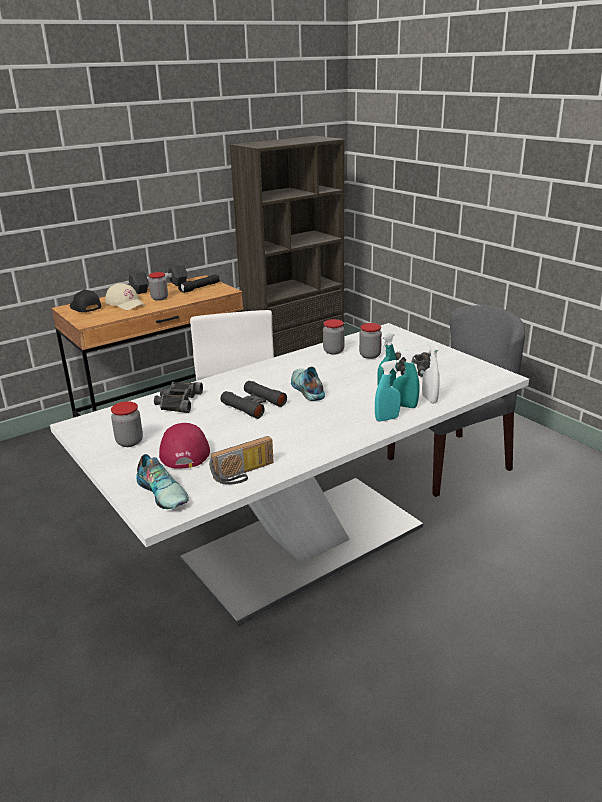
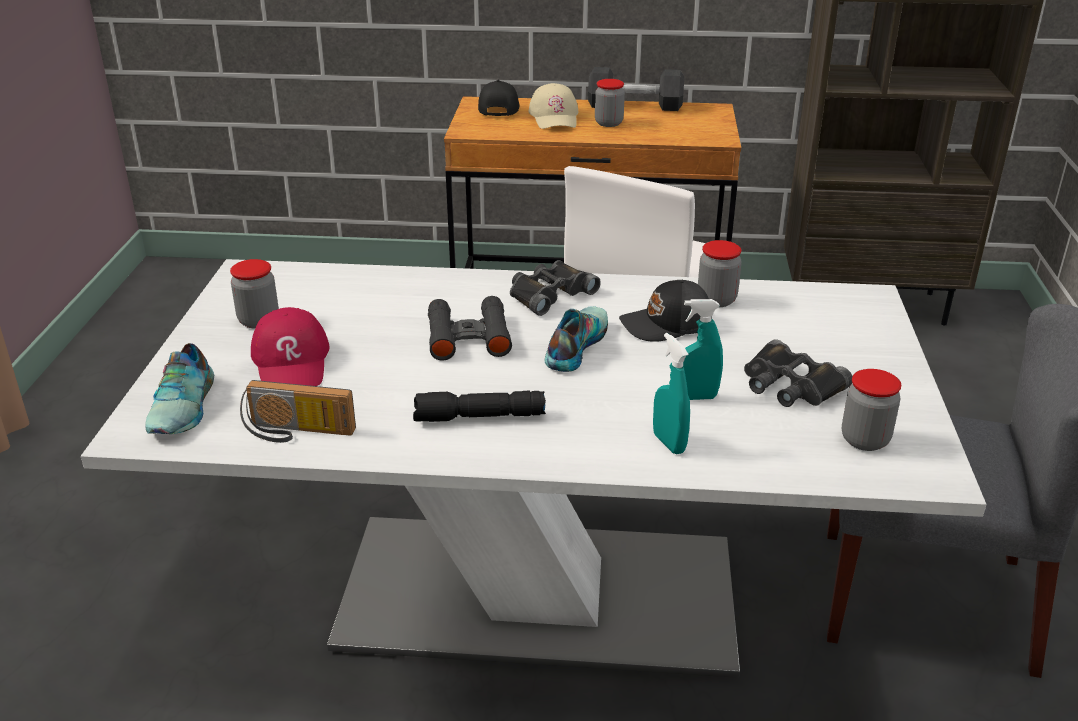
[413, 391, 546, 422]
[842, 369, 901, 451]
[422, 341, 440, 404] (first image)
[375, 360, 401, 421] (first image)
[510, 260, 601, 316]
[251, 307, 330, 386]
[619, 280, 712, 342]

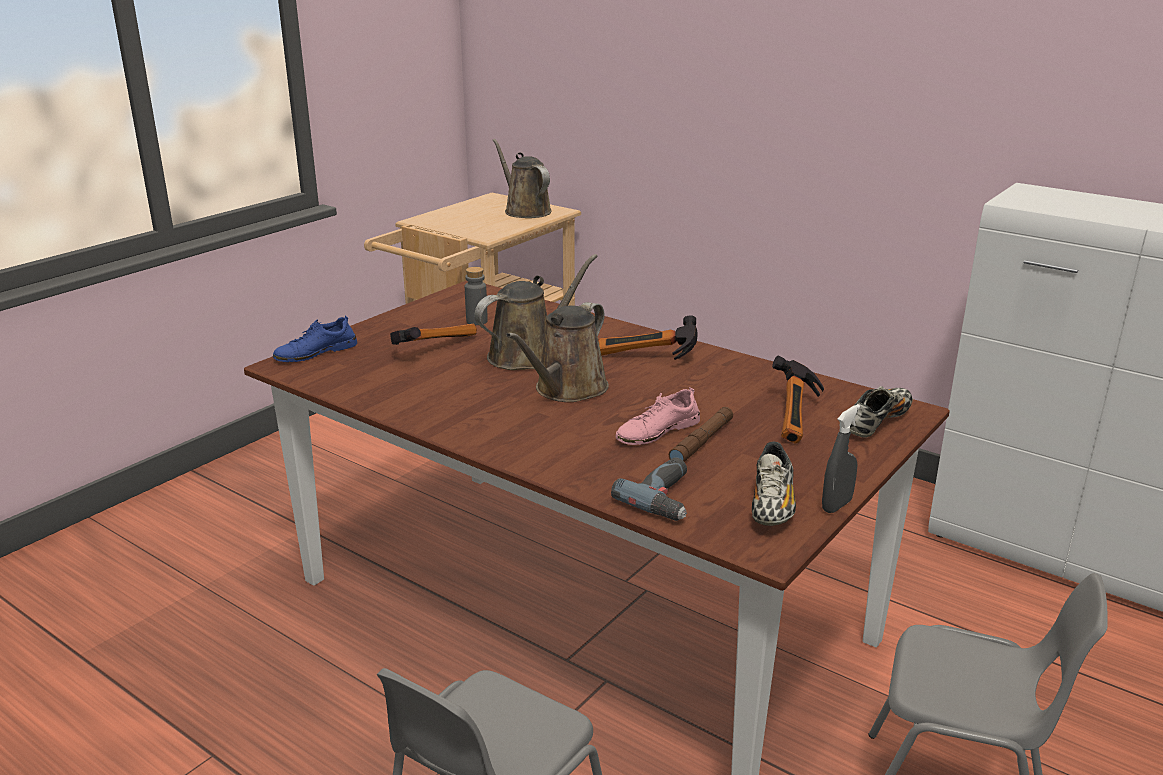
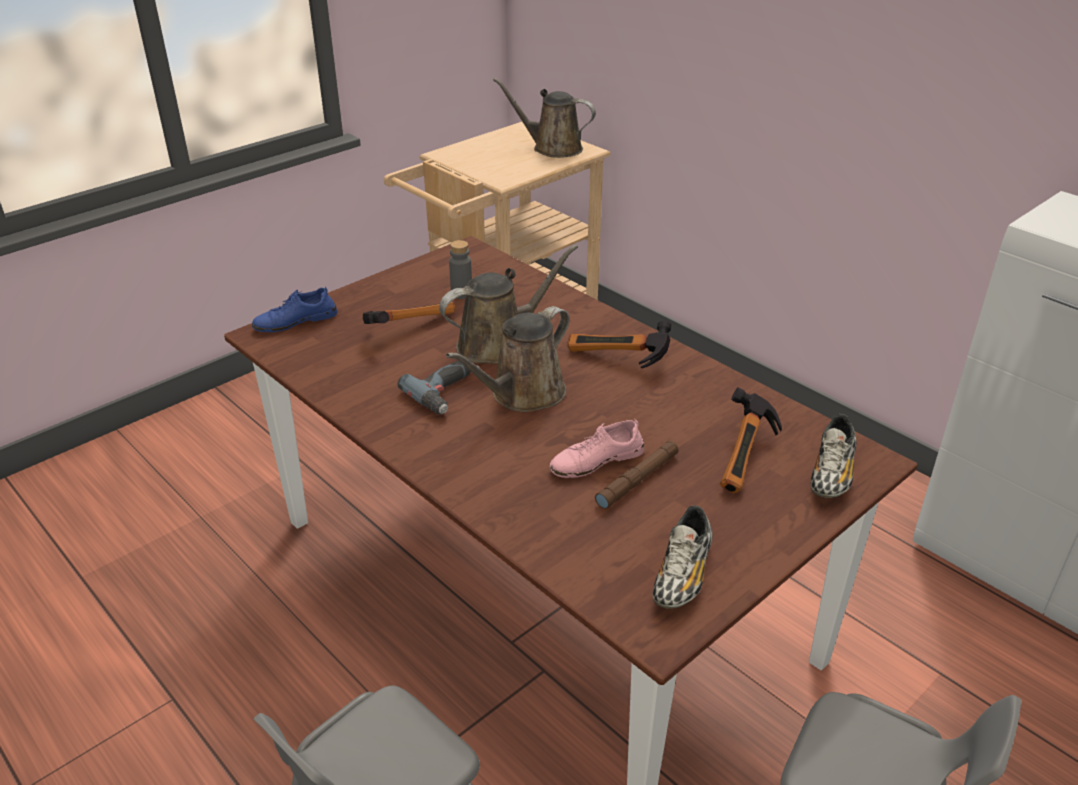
[493, 78, 596, 158]
[811, 414, 857, 498]
[822, 404, 860, 513] (first image)
[397, 361, 471, 415]

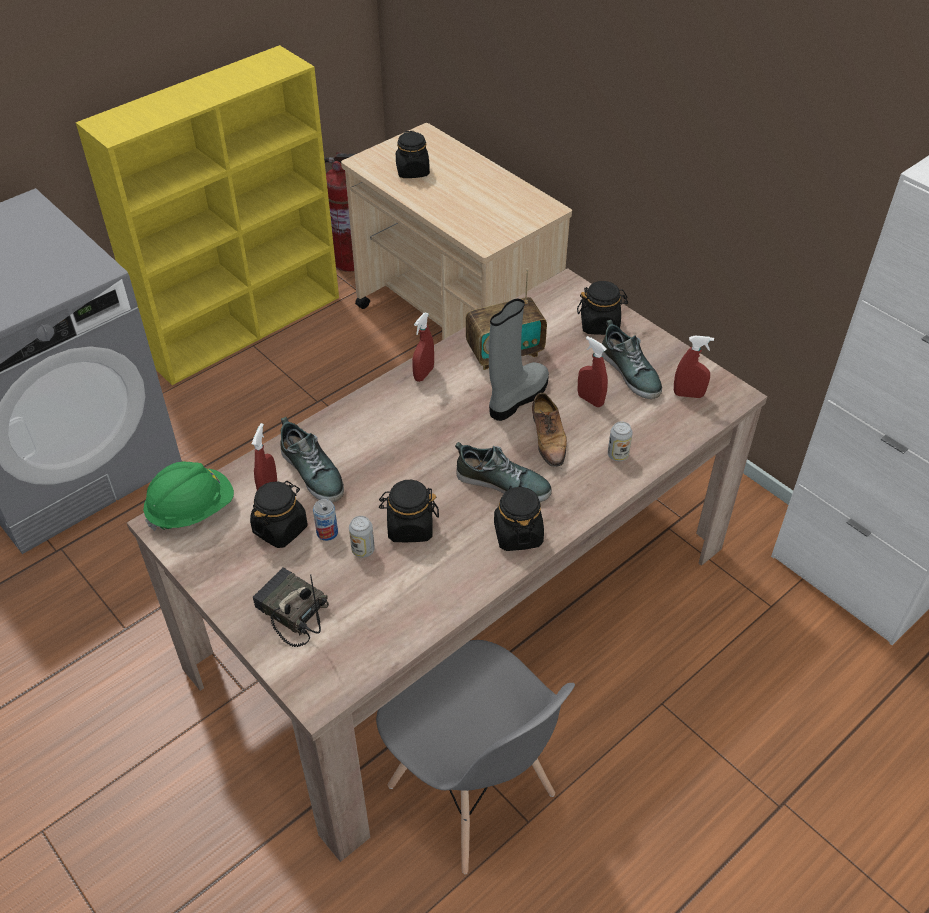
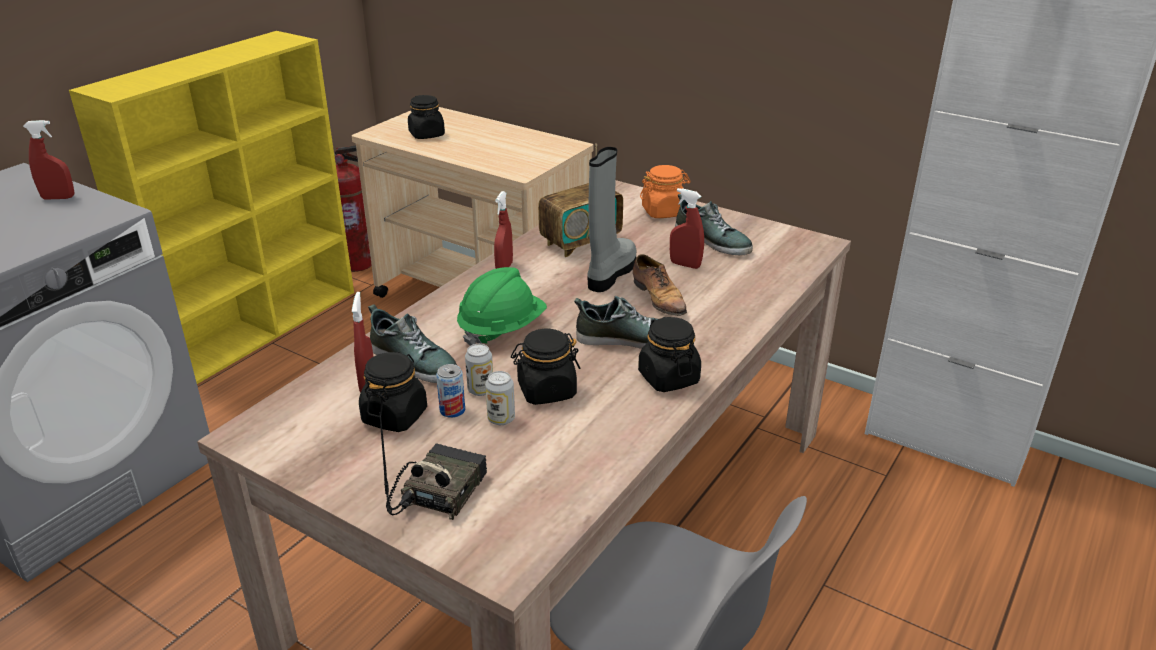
[640, 165, 691, 218]
[23, 120, 75, 200]
[465, 344, 493, 396]
[457, 267, 547, 346]
[379, 412, 487, 520]

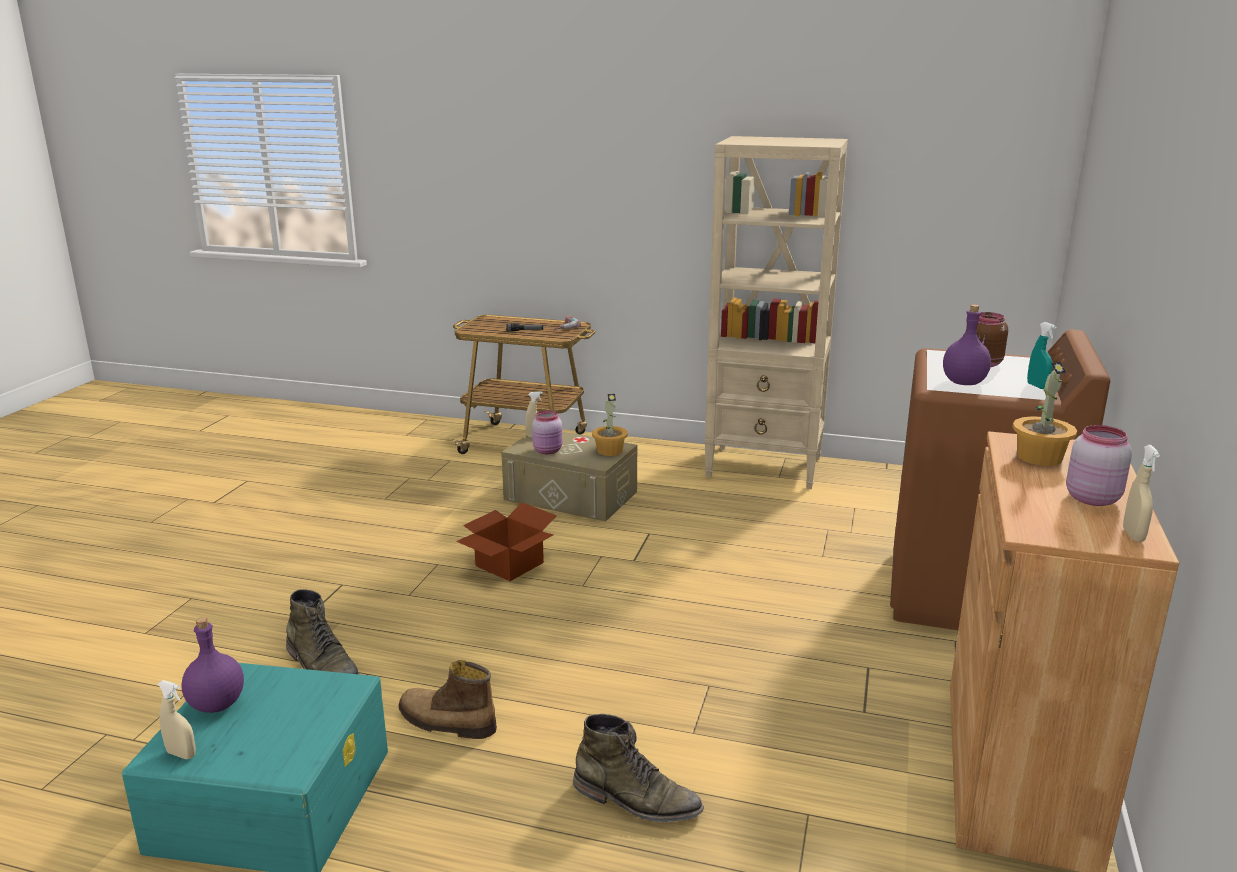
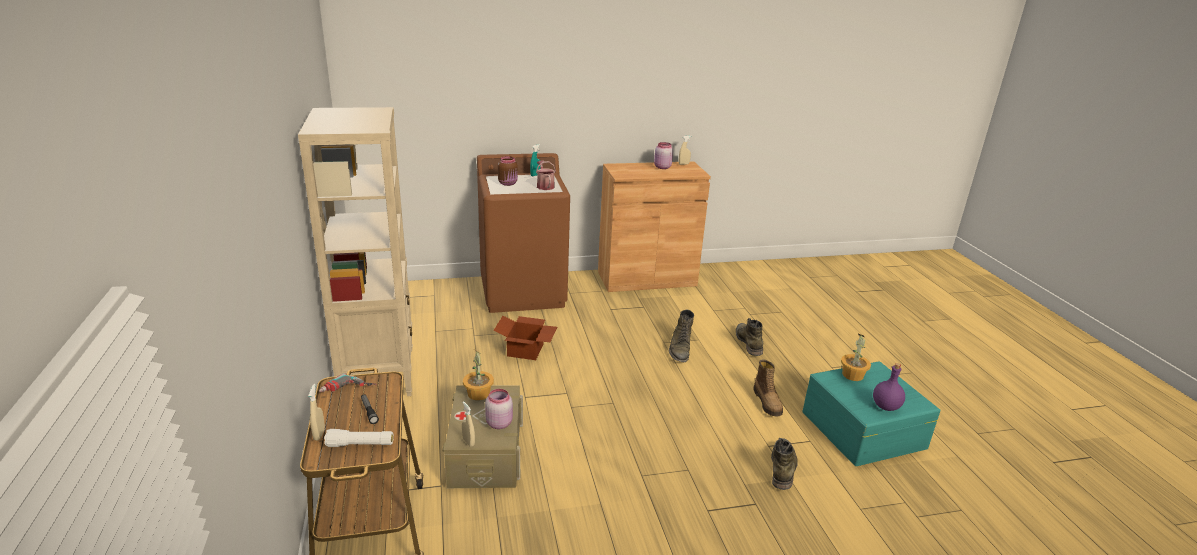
[536, 160, 556, 190]
[841, 334, 871, 381]
[493, 316, 557, 360]
[309, 384, 325, 440]
[669, 310, 694, 362]
[324, 429, 394, 447]

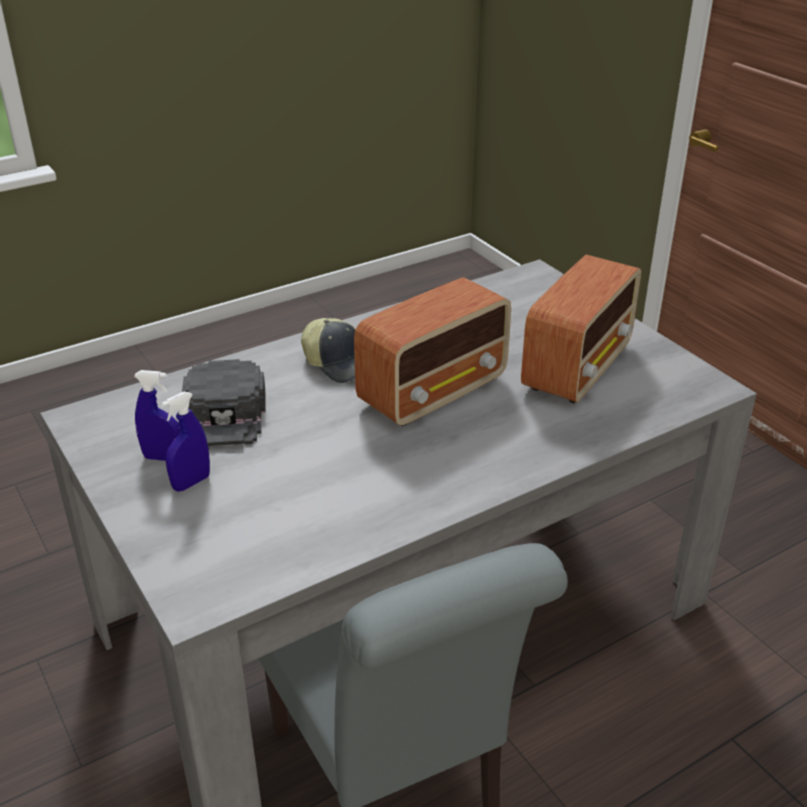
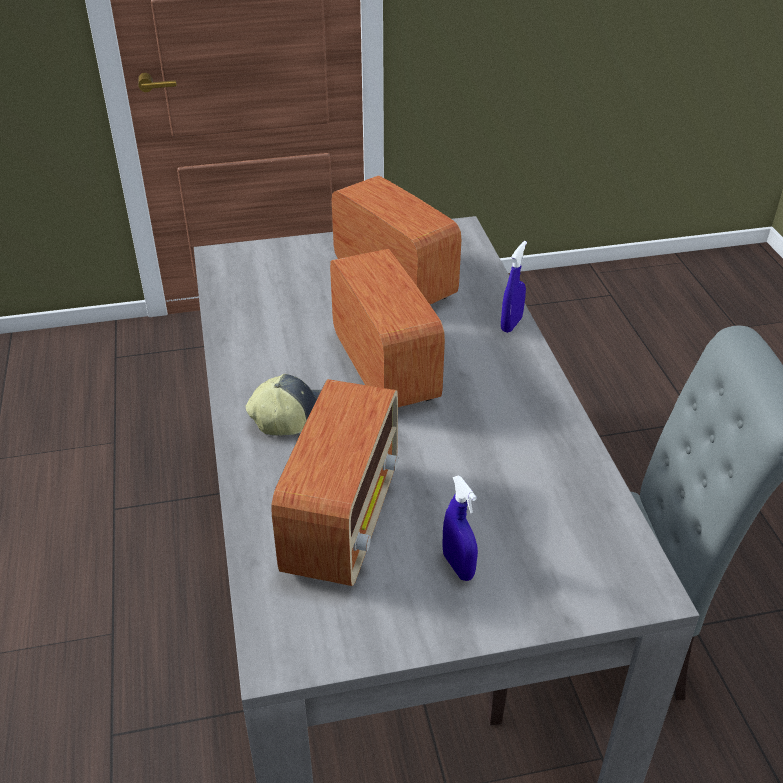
[271, 379, 398, 586]
[501, 241, 527, 333]

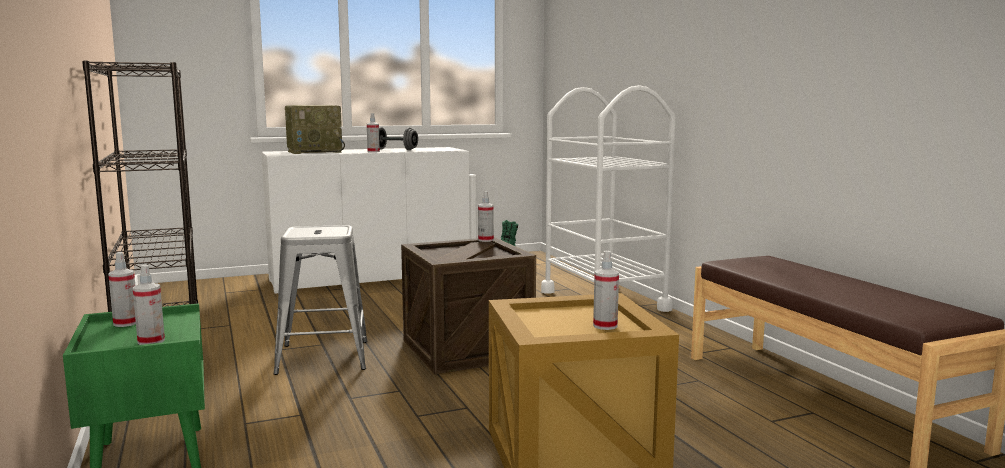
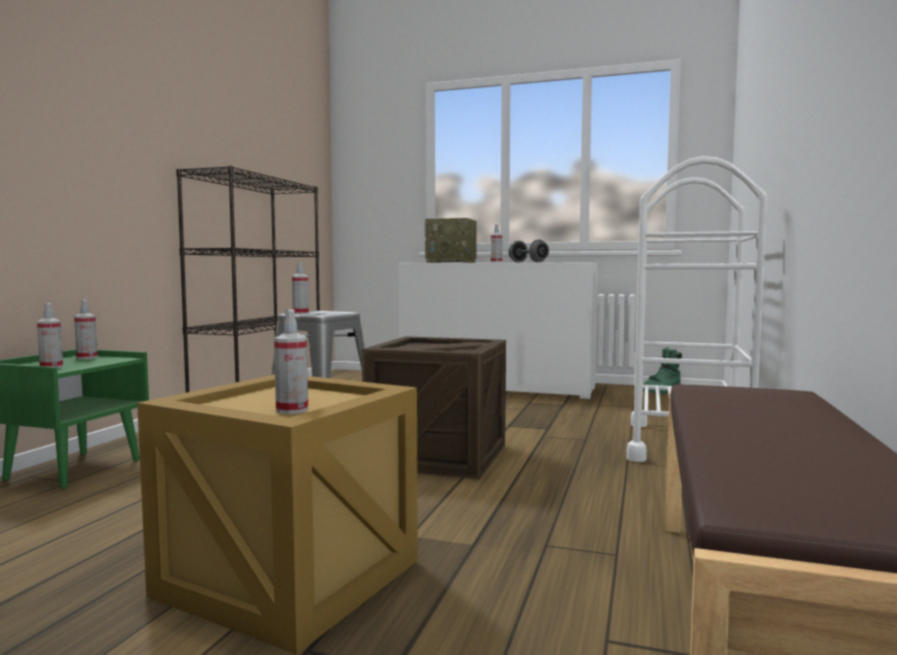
[292, 262, 309, 314]

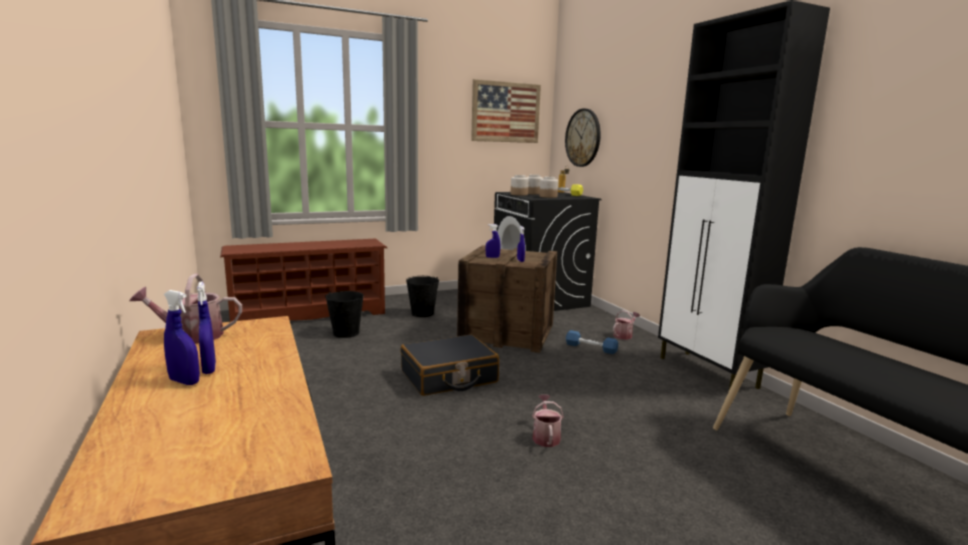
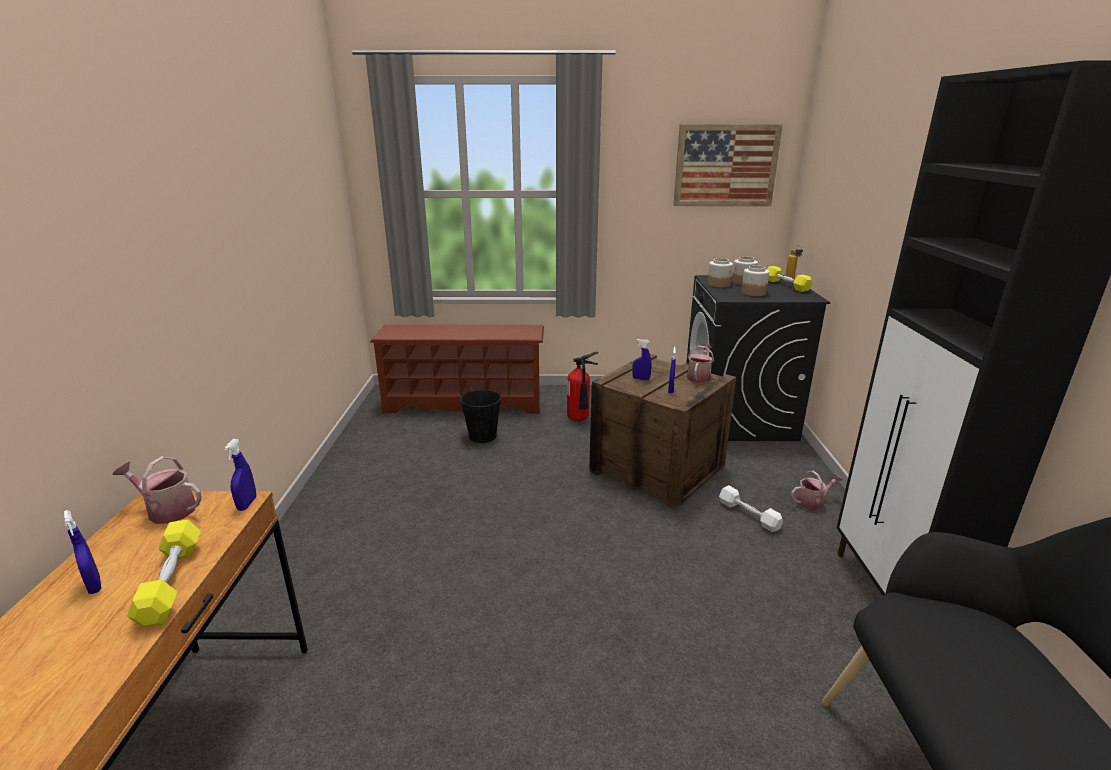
[565, 109, 601, 167] (first image)
[567, 352, 598, 421]
[224, 439, 256, 511]
[719, 485, 783, 532]
[401, 334, 499, 396] (first image)
[687, 344, 714, 383]
[127, 519, 201, 628]

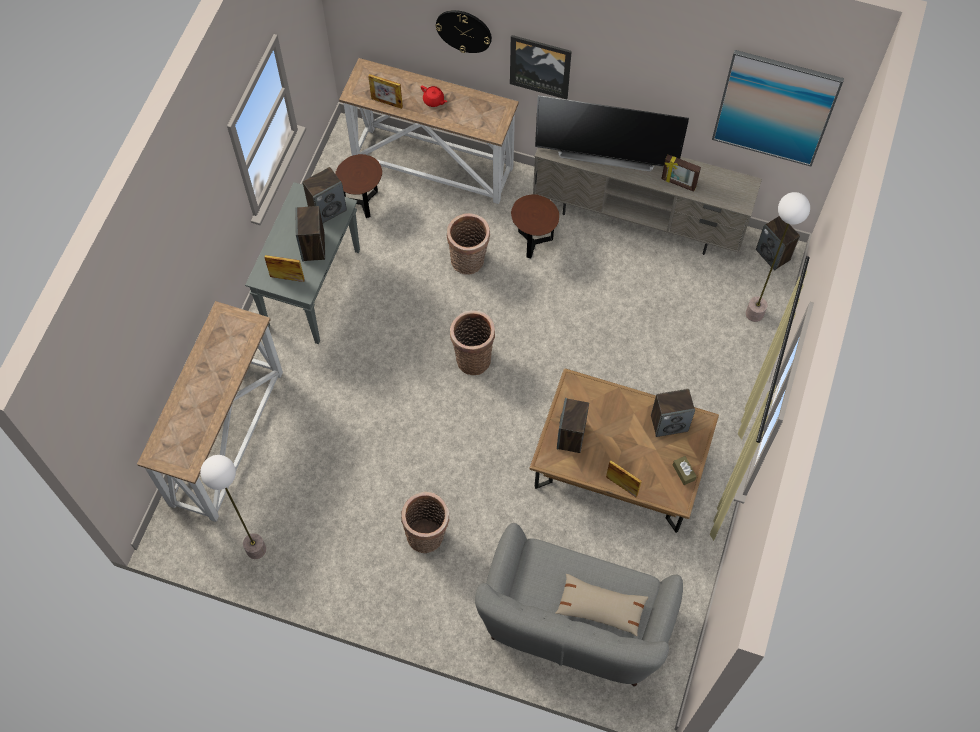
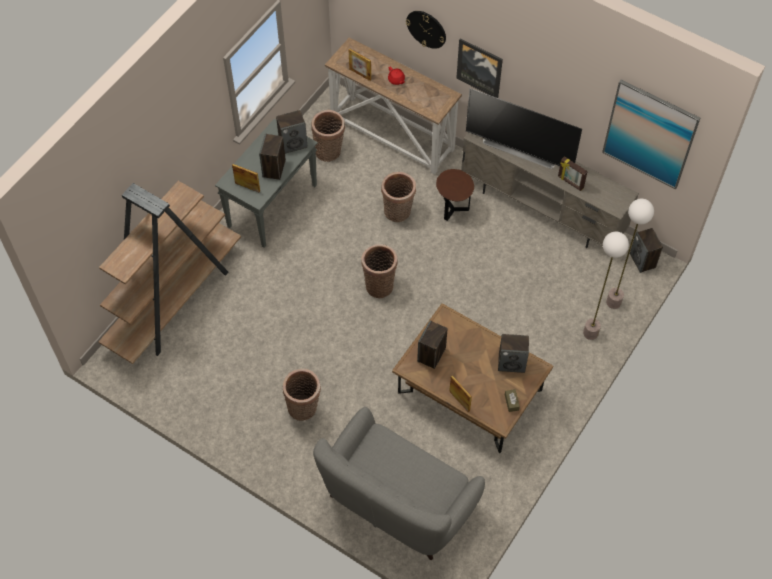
[311, 110, 345, 162]
[99, 181, 241, 364]
[583, 231, 629, 340]
[556, 574, 648, 636] (first image)

